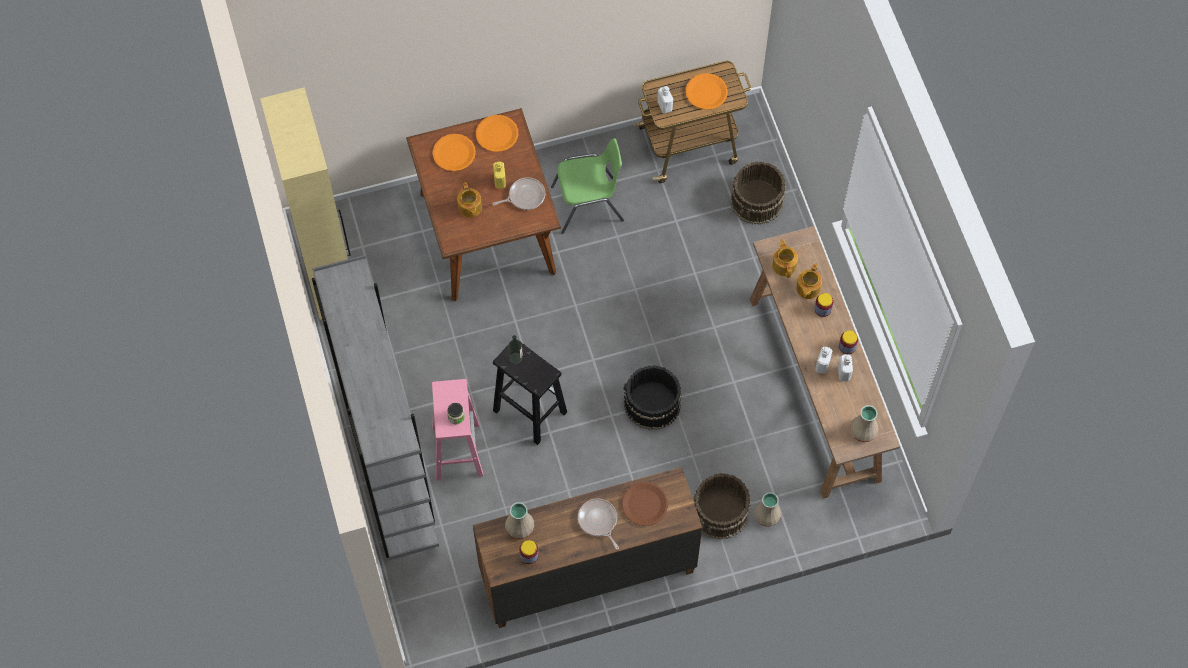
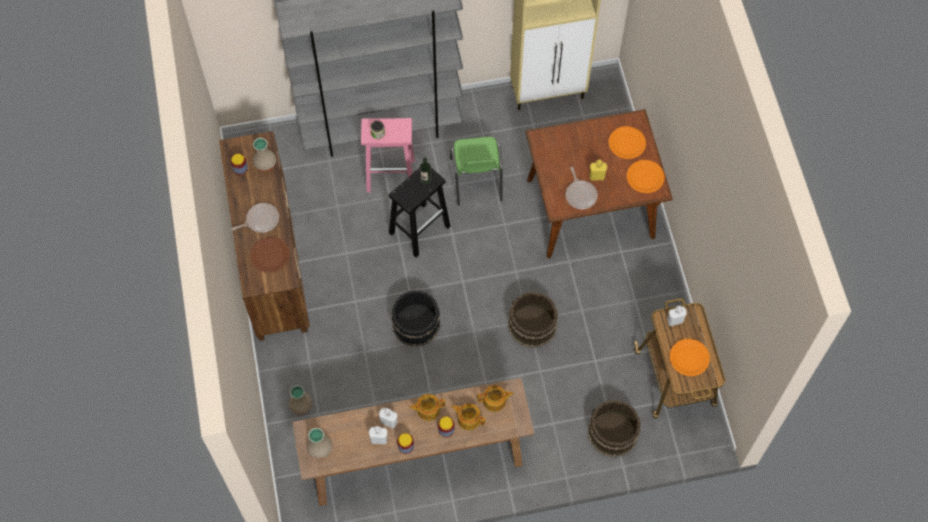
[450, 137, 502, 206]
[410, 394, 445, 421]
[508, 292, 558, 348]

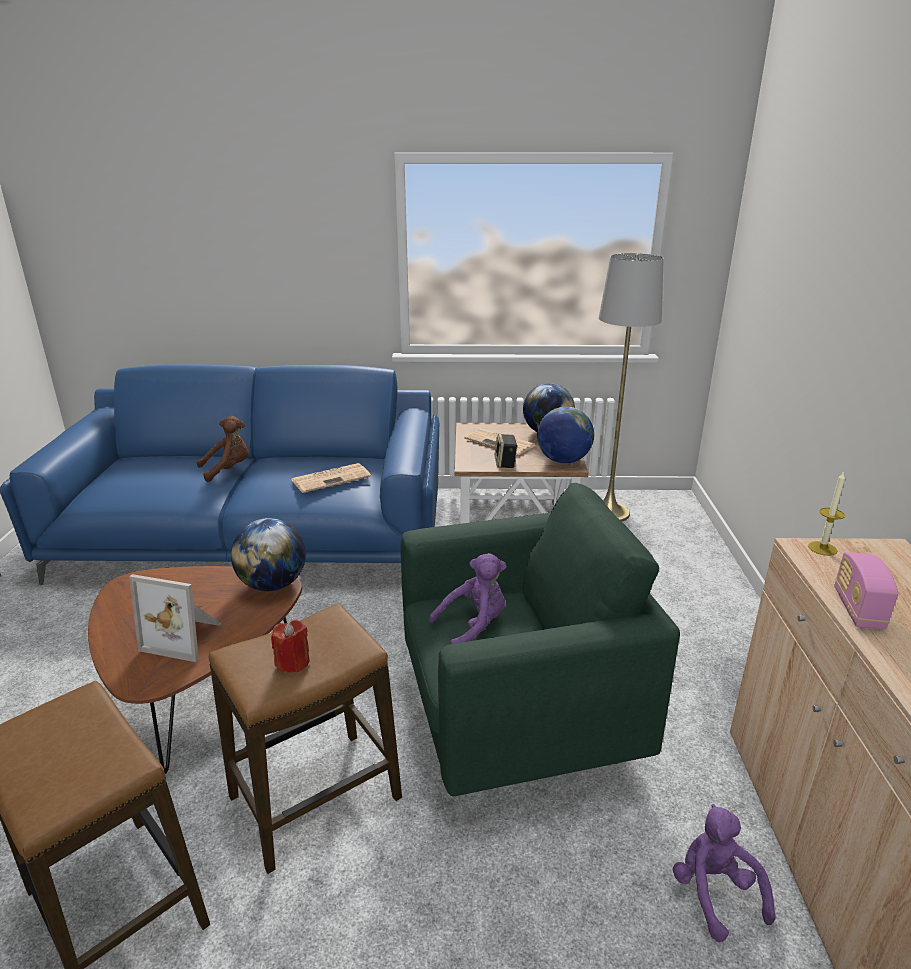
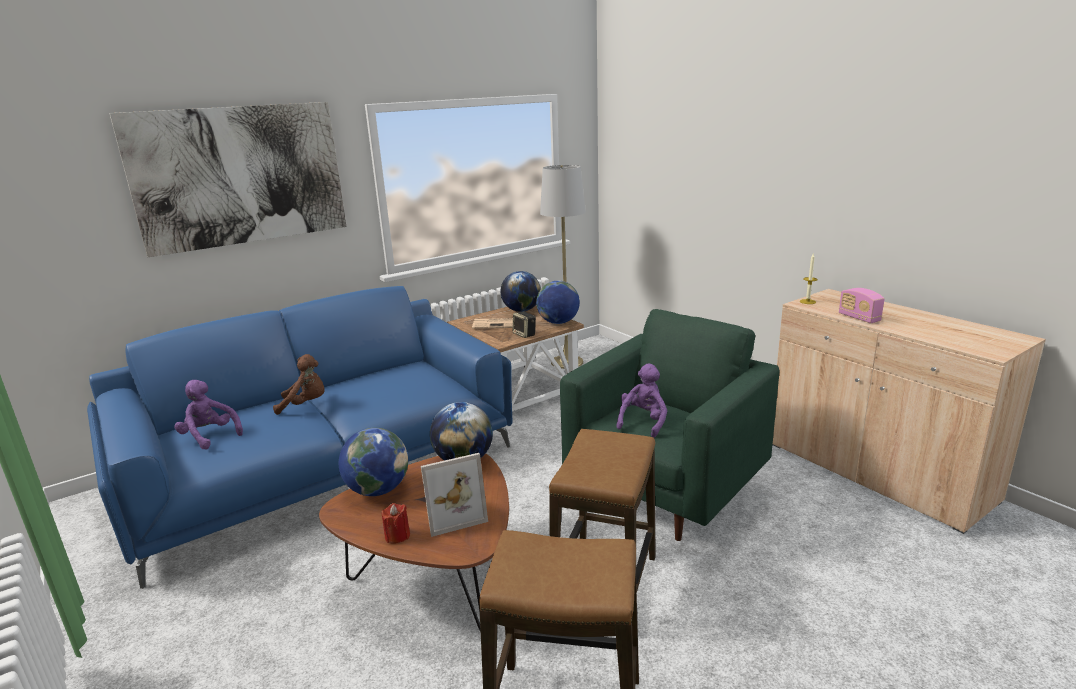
[273, 354, 325, 415]
[291, 463, 371, 493] (first image)
[382, 503, 410, 544]
[175, 380, 243, 449]
[109, 102, 347, 257]
[339, 428, 408, 496]

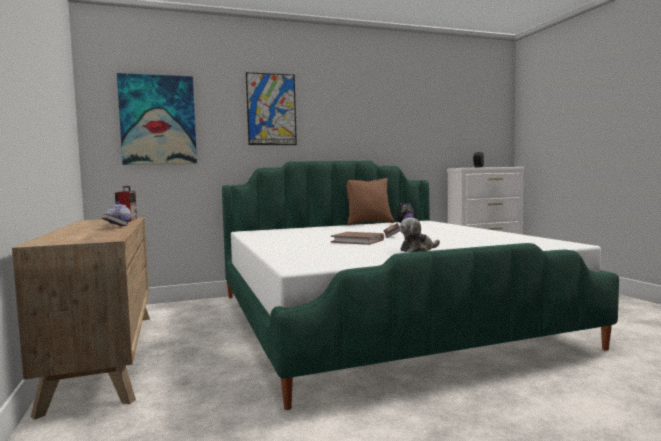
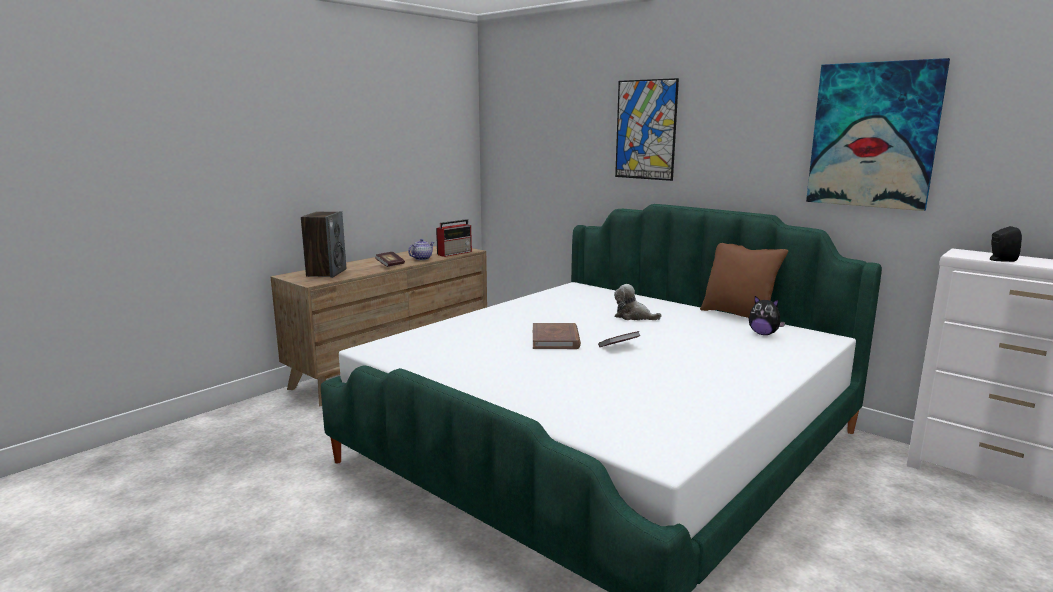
[806, 58, 950, 211]
[614, 284, 662, 320]
[301, 211, 346, 278]

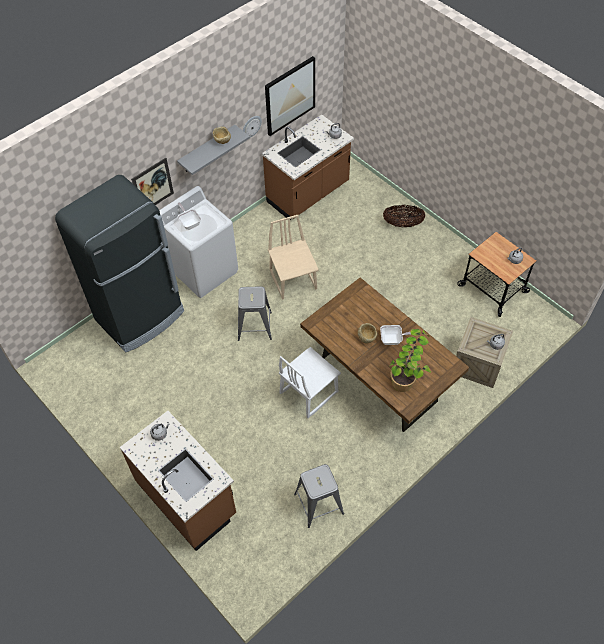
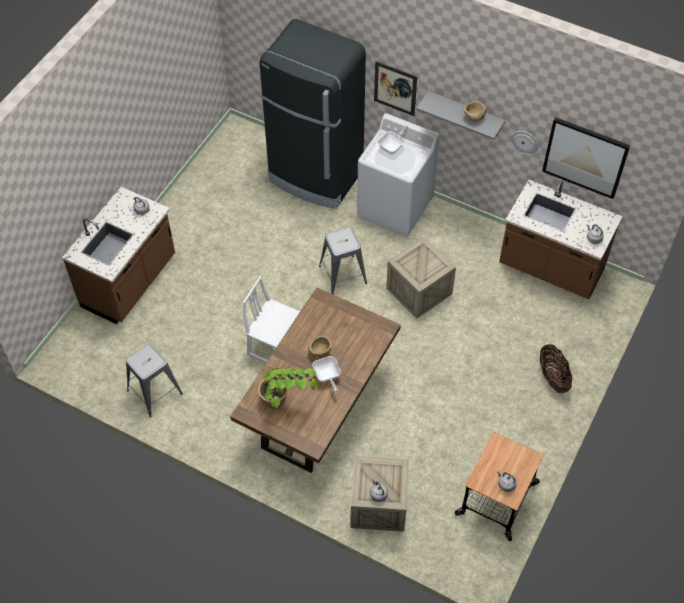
[386, 237, 456, 318]

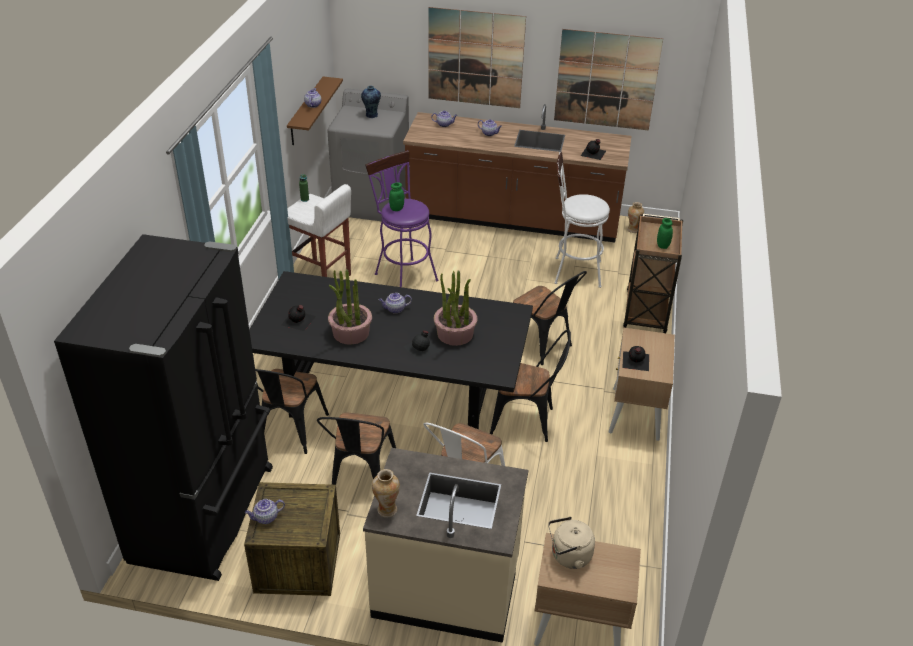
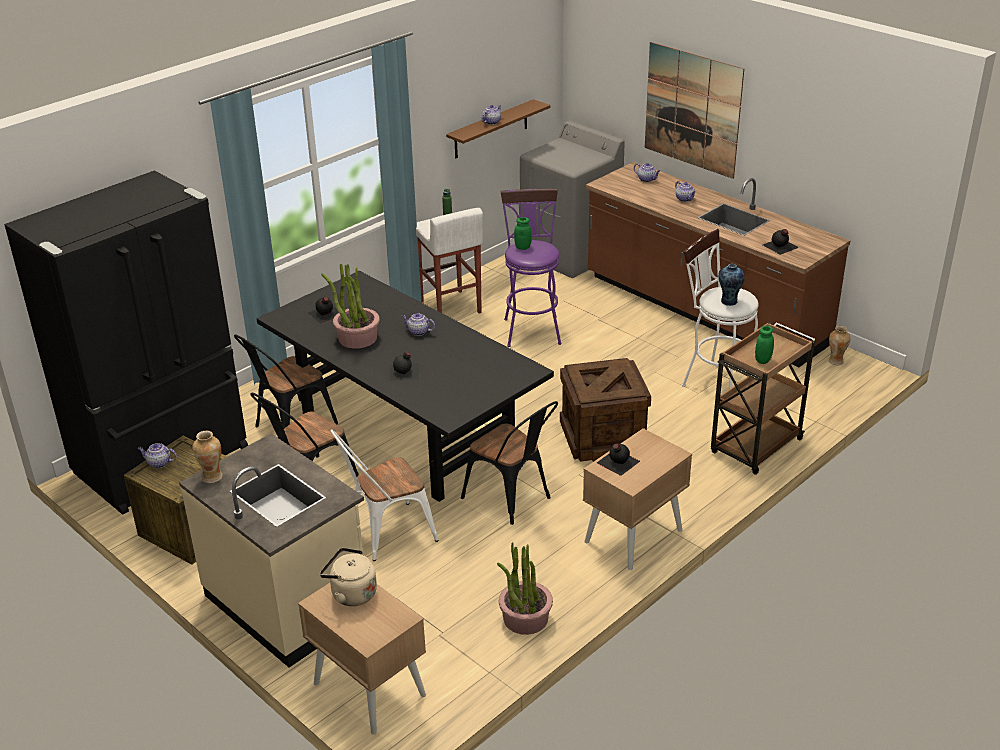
[554, 29, 663, 130] (first image)
[718, 264, 745, 306]
[497, 542, 553, 635]
[560, 358, 651, 462]

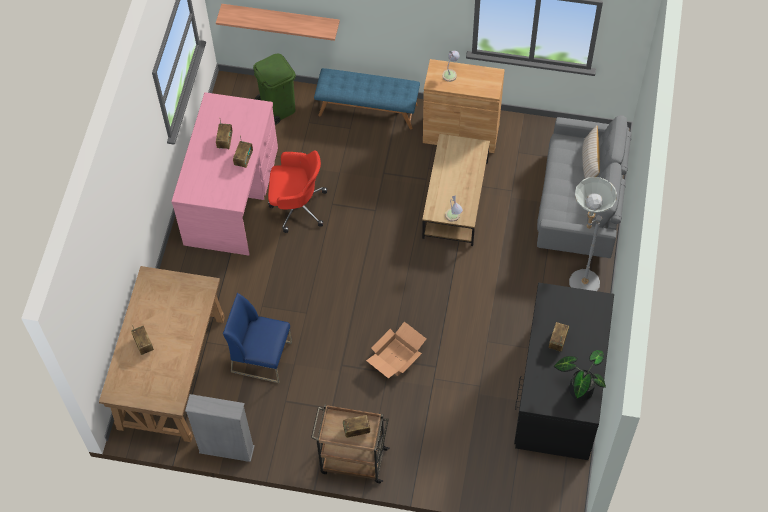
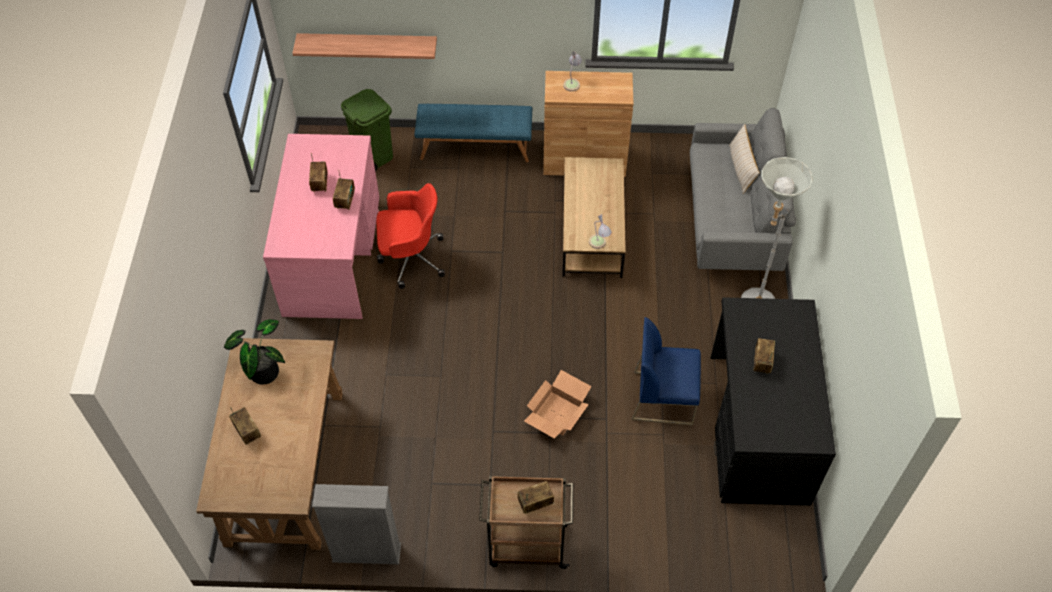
[632, 317, 701, 426]
[224, 319, 285, 385]

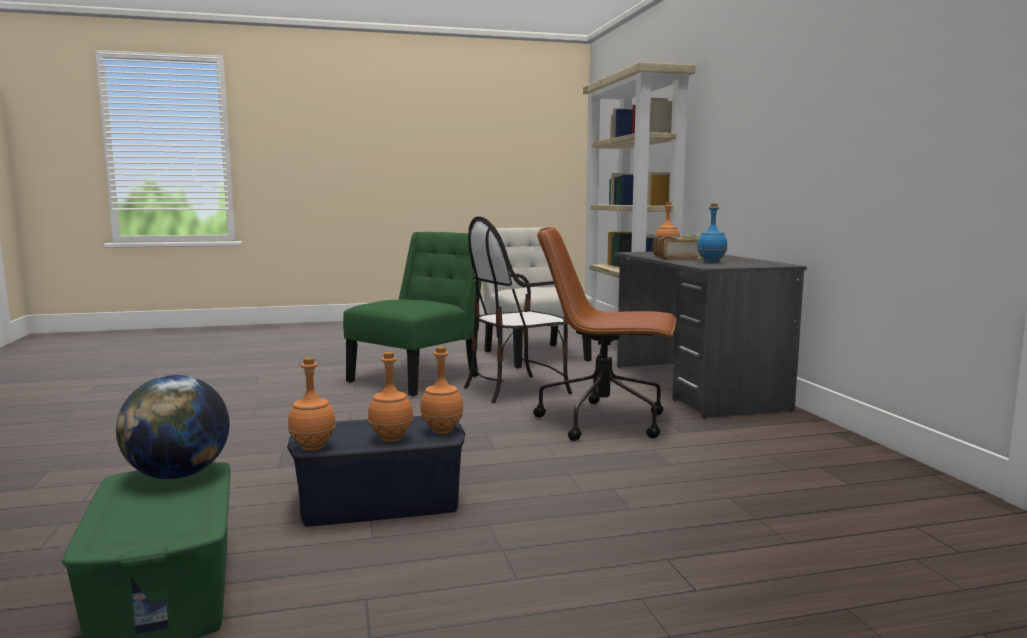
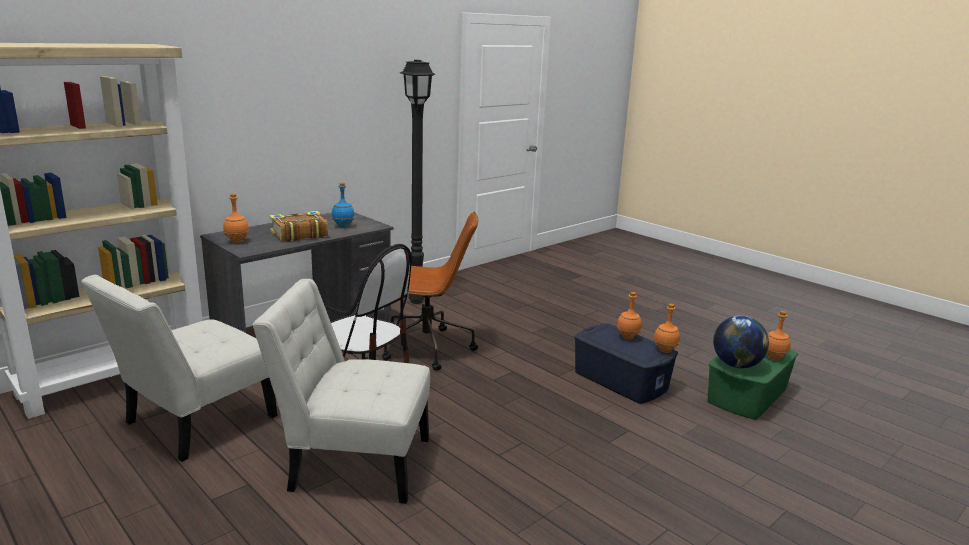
[382, 212, 478, 371]
[252, 279, 430, 504]
[767, 311, 791, 361]
[400, 60, 436, 304]

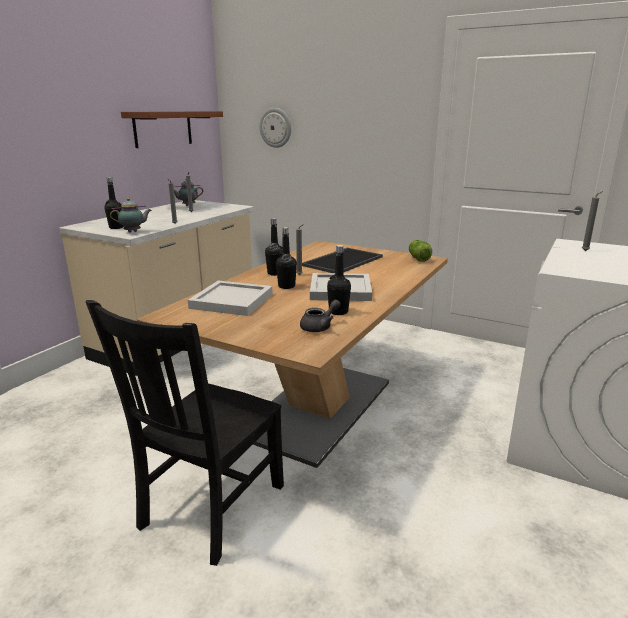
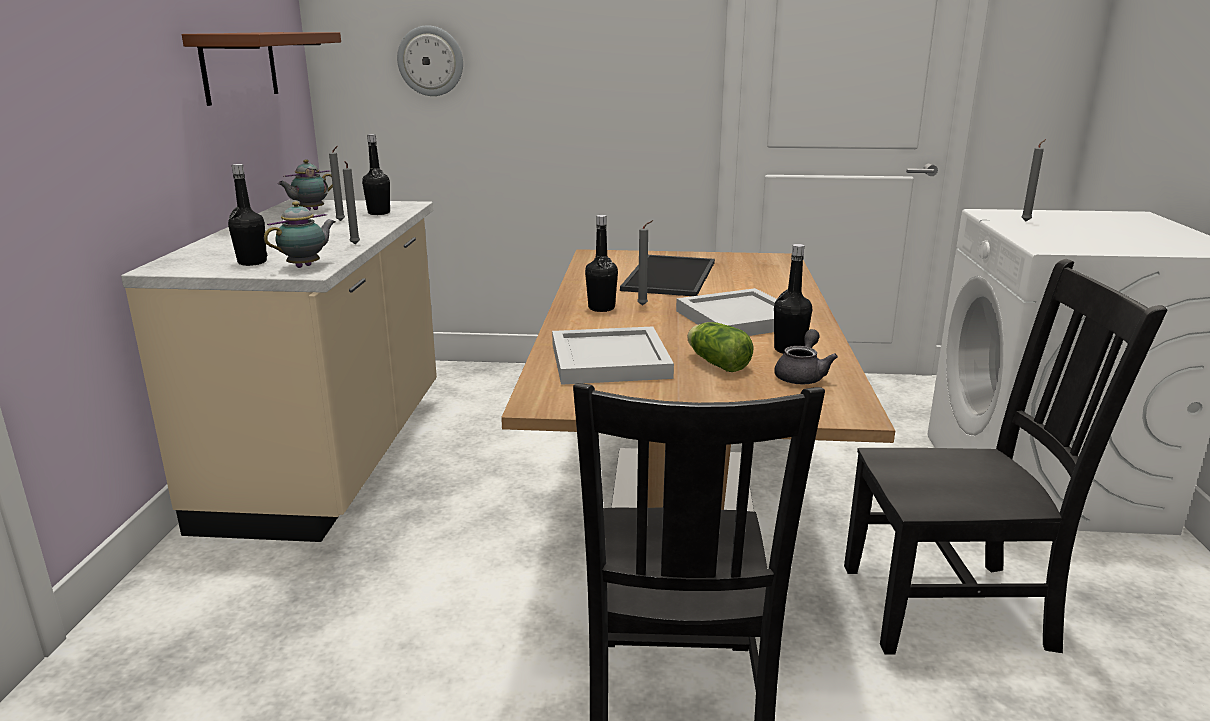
[362, 134, 390, 215]
[687, 322, 753, 372]
[844, 259, 1167, 655]

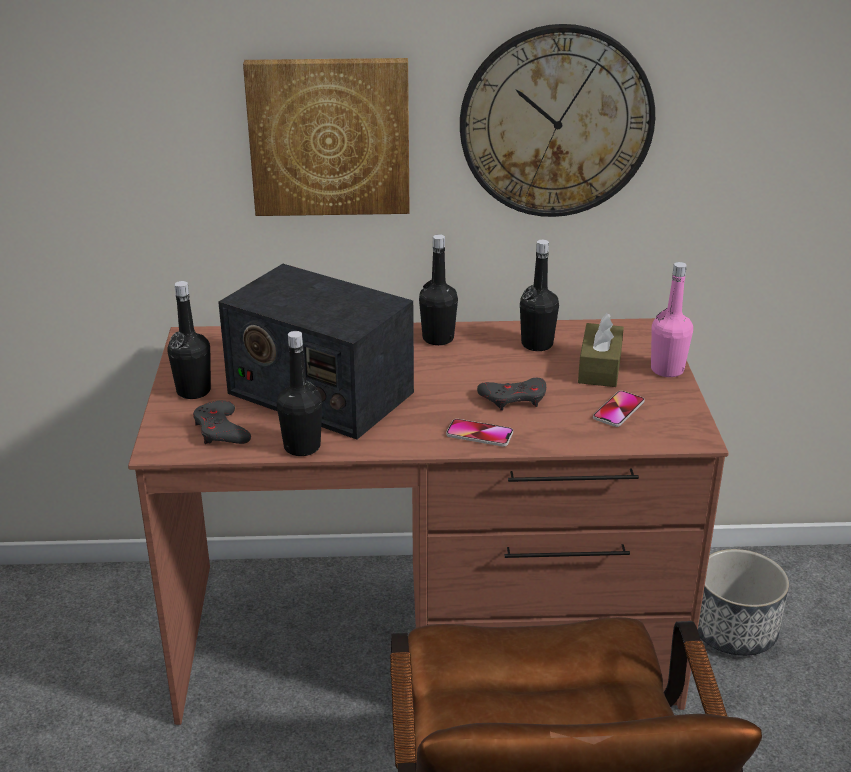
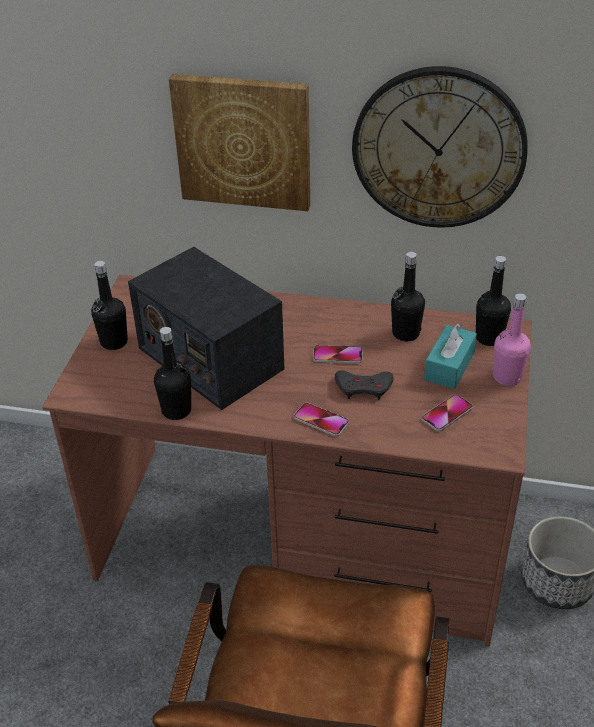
[476, 256, 511, 346]
[424, 323, 477, 389]
[193, 400, 251, 444] (first image)
[313, 345, 363, 363]

